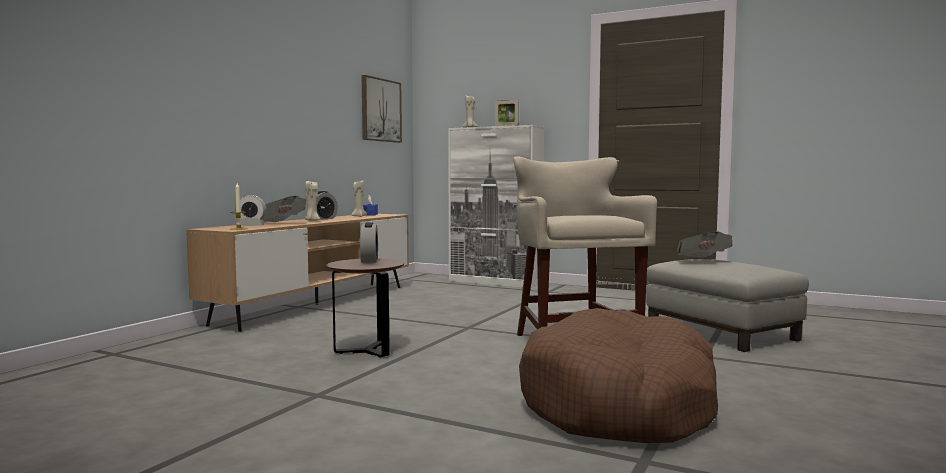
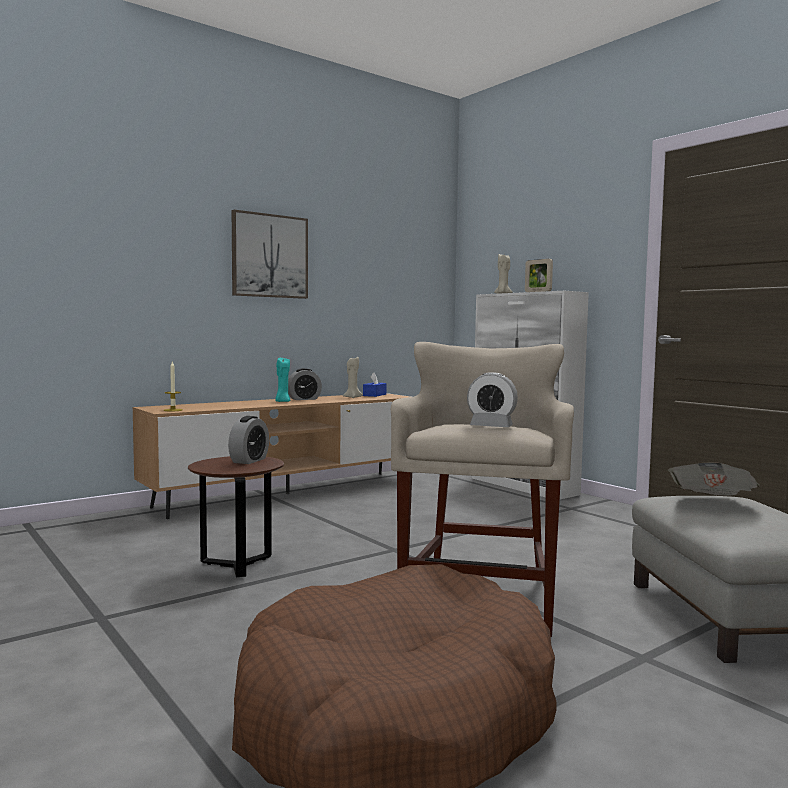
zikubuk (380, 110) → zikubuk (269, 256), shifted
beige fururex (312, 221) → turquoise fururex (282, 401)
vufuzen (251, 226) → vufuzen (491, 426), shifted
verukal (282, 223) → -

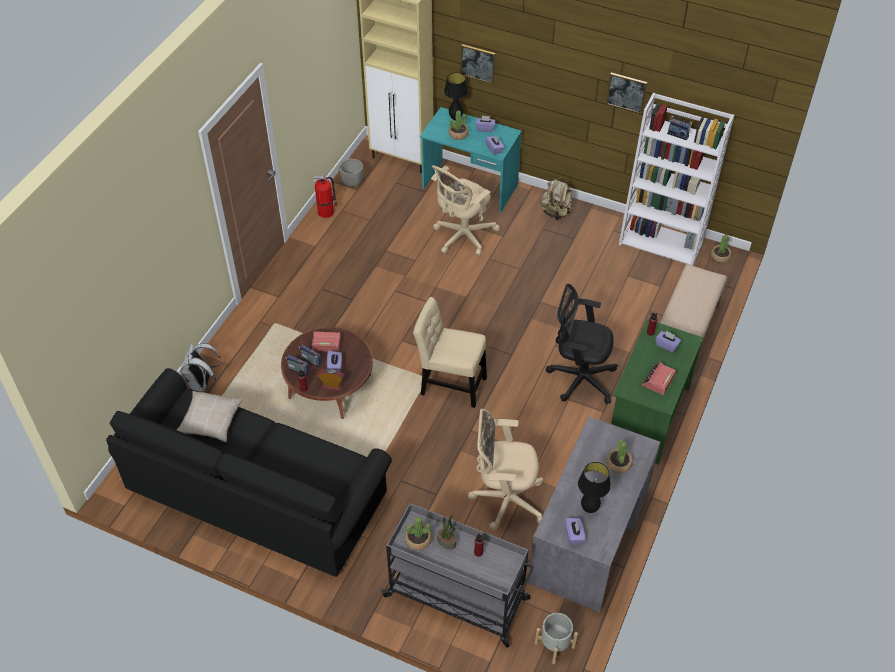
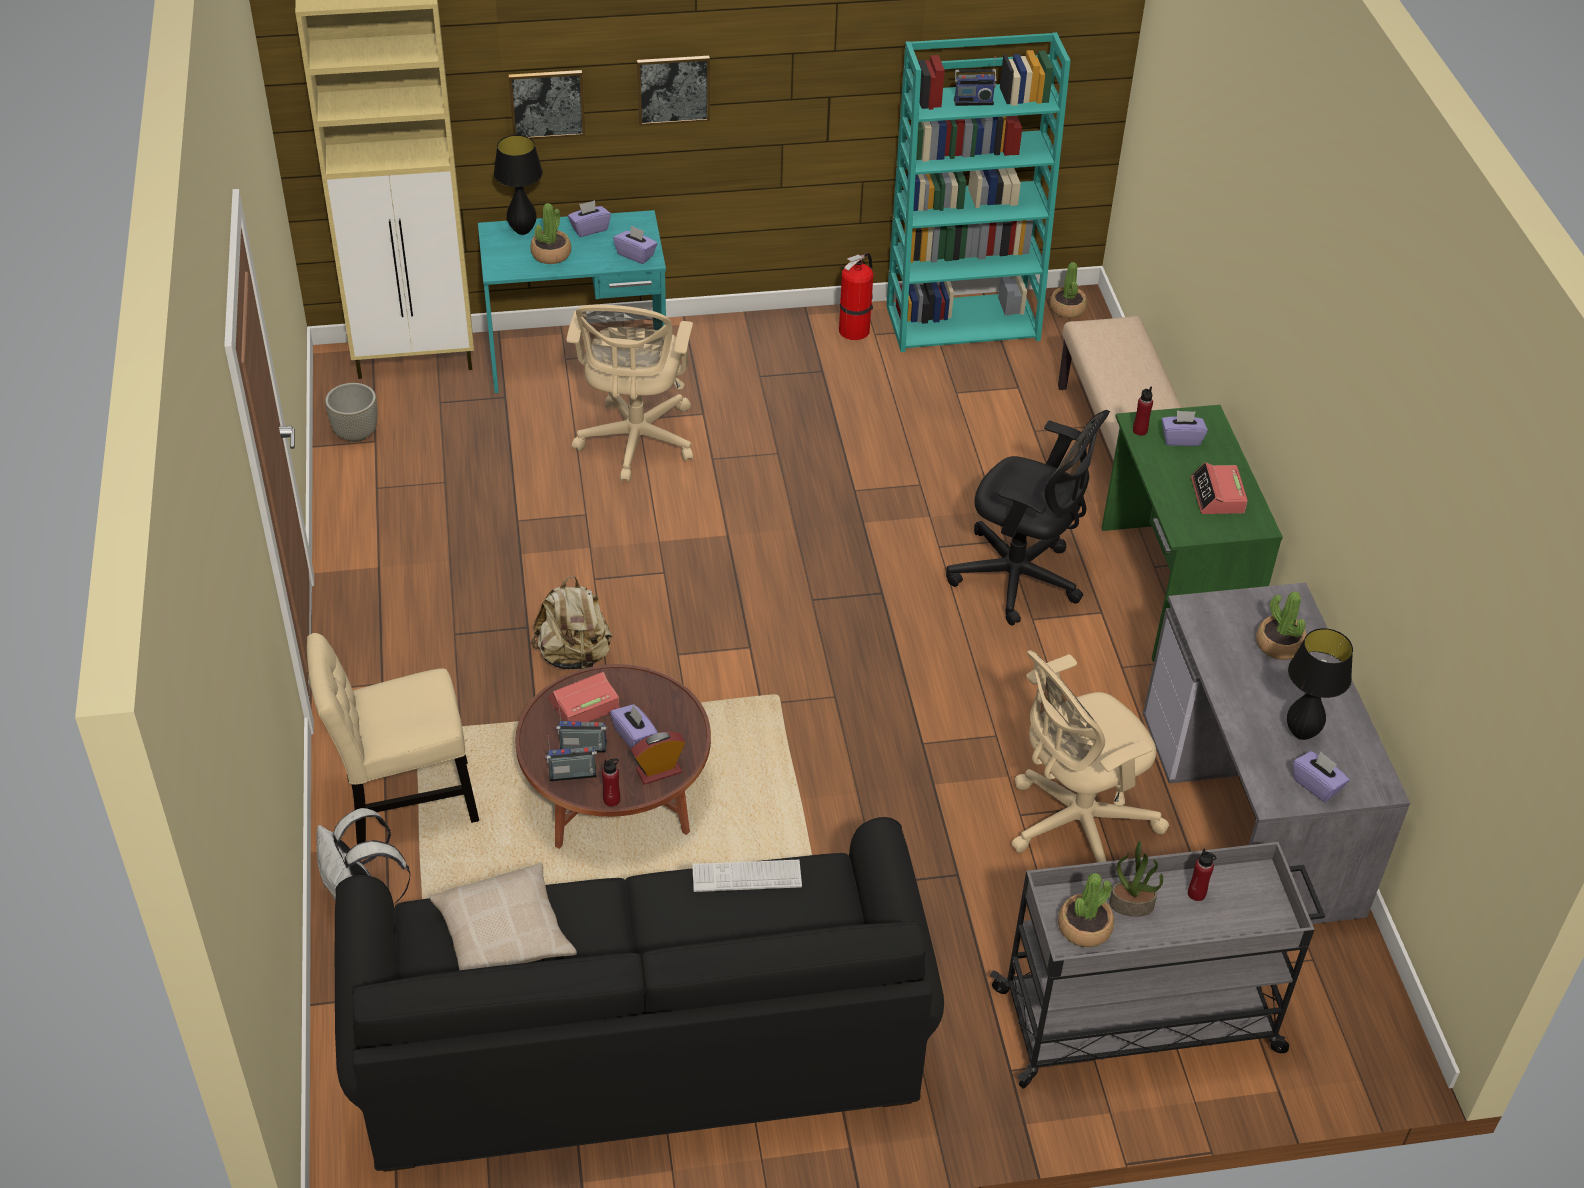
zikubuk (626, 92) → zikubuk (673, 89), shifted
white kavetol (662, 242) → turquoise kavetol (964, 322)
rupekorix (326, 212) → rupekorix (855, 329), shifted
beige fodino (556, 212) → beige fodino (574, 656), shifted
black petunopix (579, 378) → black petunopix (1020, 579), 135 degrees counterclockwise
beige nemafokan (450, 384) → beige nemafokan (404, 802), shifted
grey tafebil (555, 645) → -
- → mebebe (746, 876)

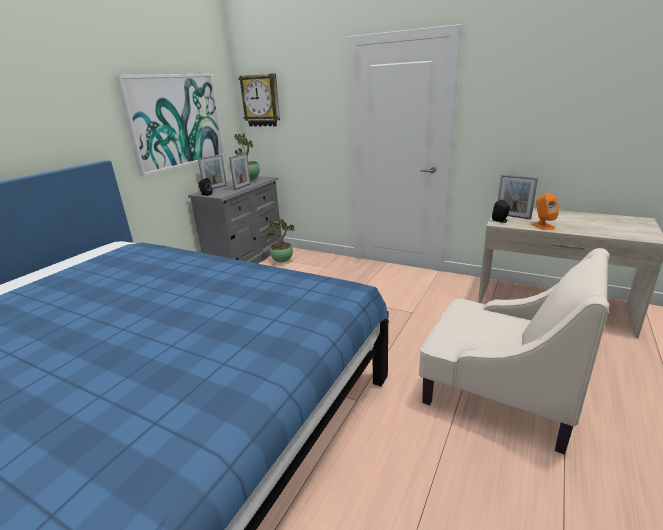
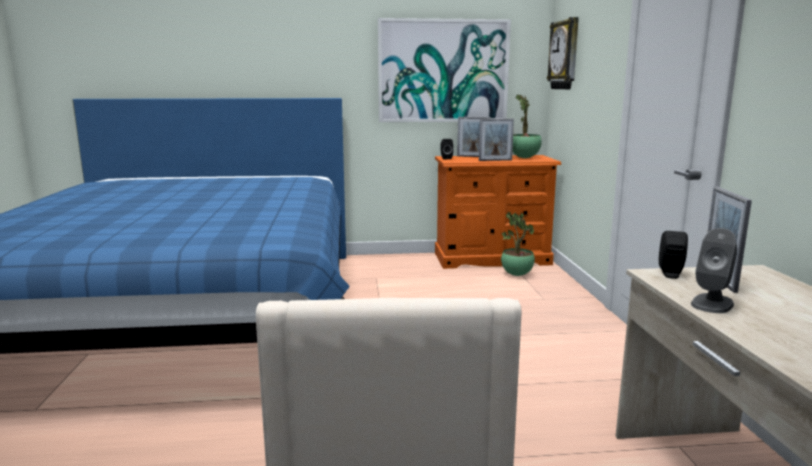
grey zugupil (247, 258) → orange zugupil (492, 259)
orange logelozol (542, 226) → grey logelozol (712, 303)

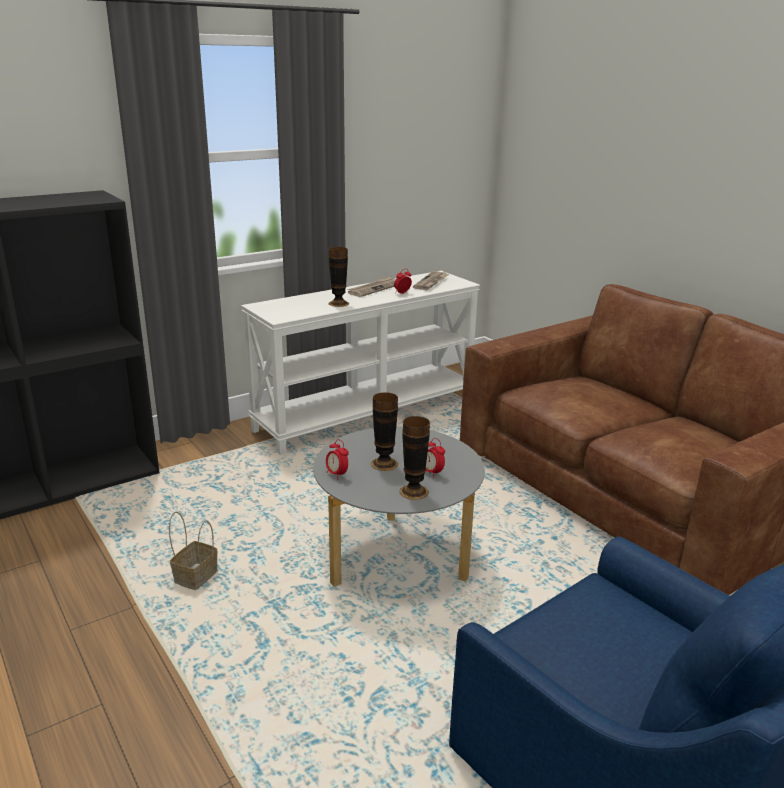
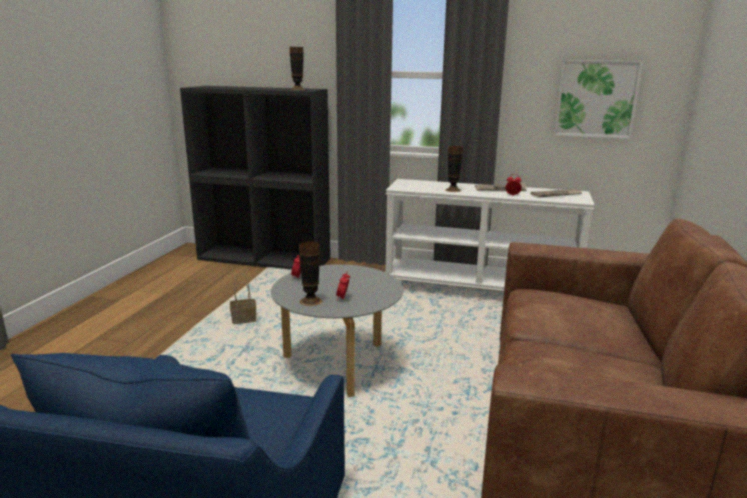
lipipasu (384, 464) → lipipasu (297, 89), shifted
- → zikubuk (596, 99)

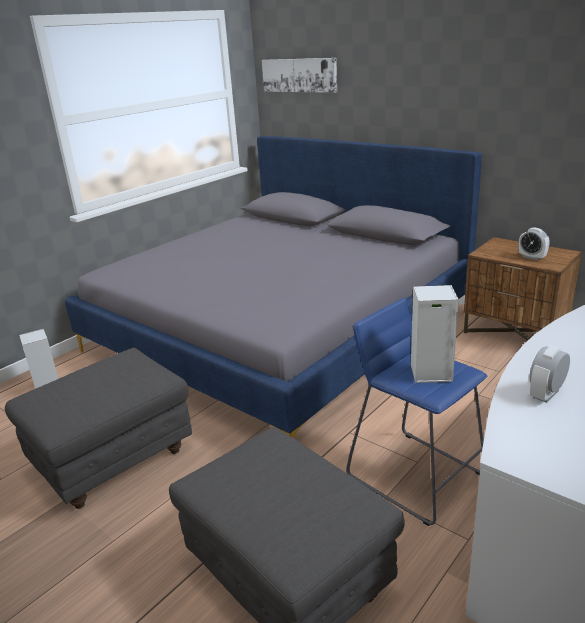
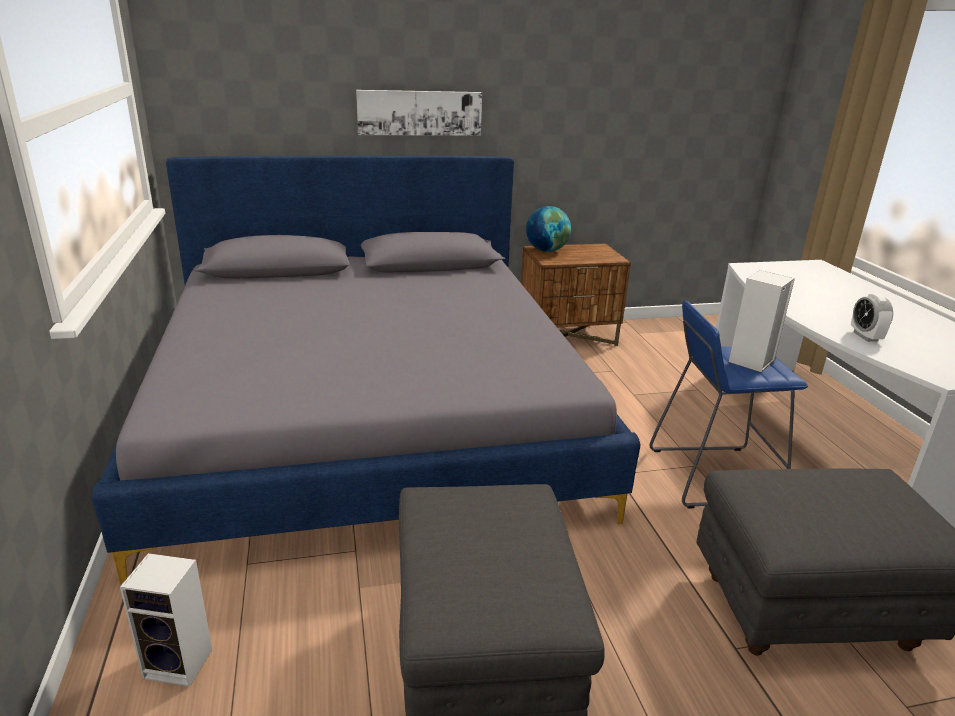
zikubuk (299, 75) → zikubuk (419, 113), shifted
vufuzen (532, 257) → -
- → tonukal (546, 250)

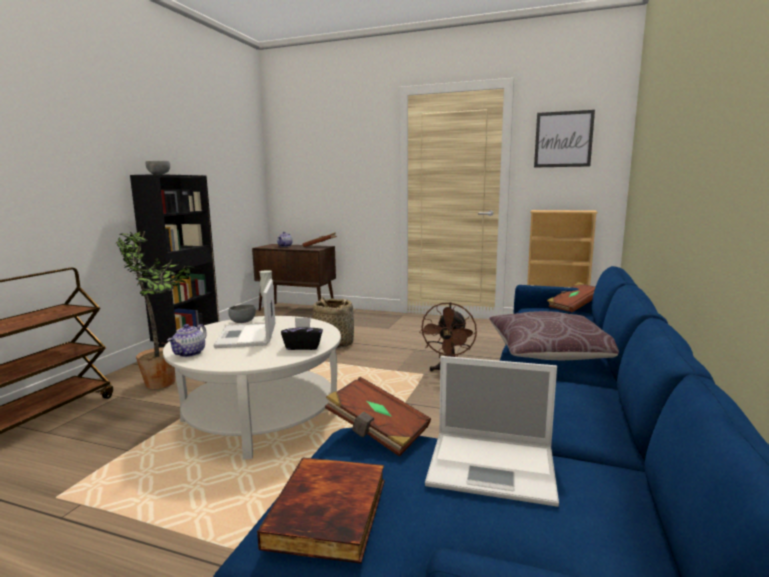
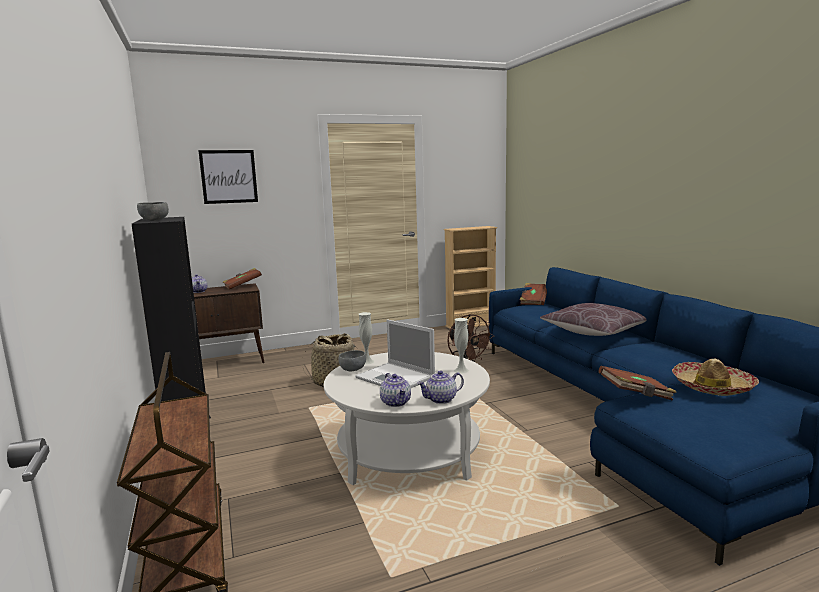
zikubuk (563, 139) → zikubuk (229, 176), shifted
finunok (163, 384) → -
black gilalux (303, 346) → white lipipasu (461, 370)
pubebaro (494, 467) → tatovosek (712, 387)
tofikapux (330, 513) → -
- → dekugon (441, 399)

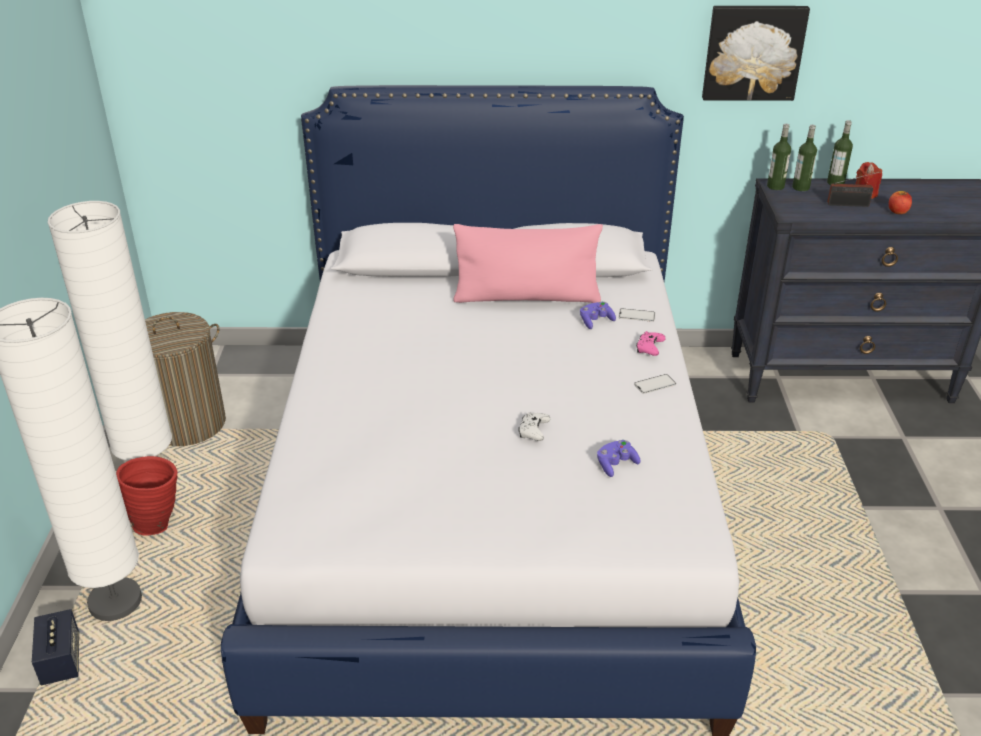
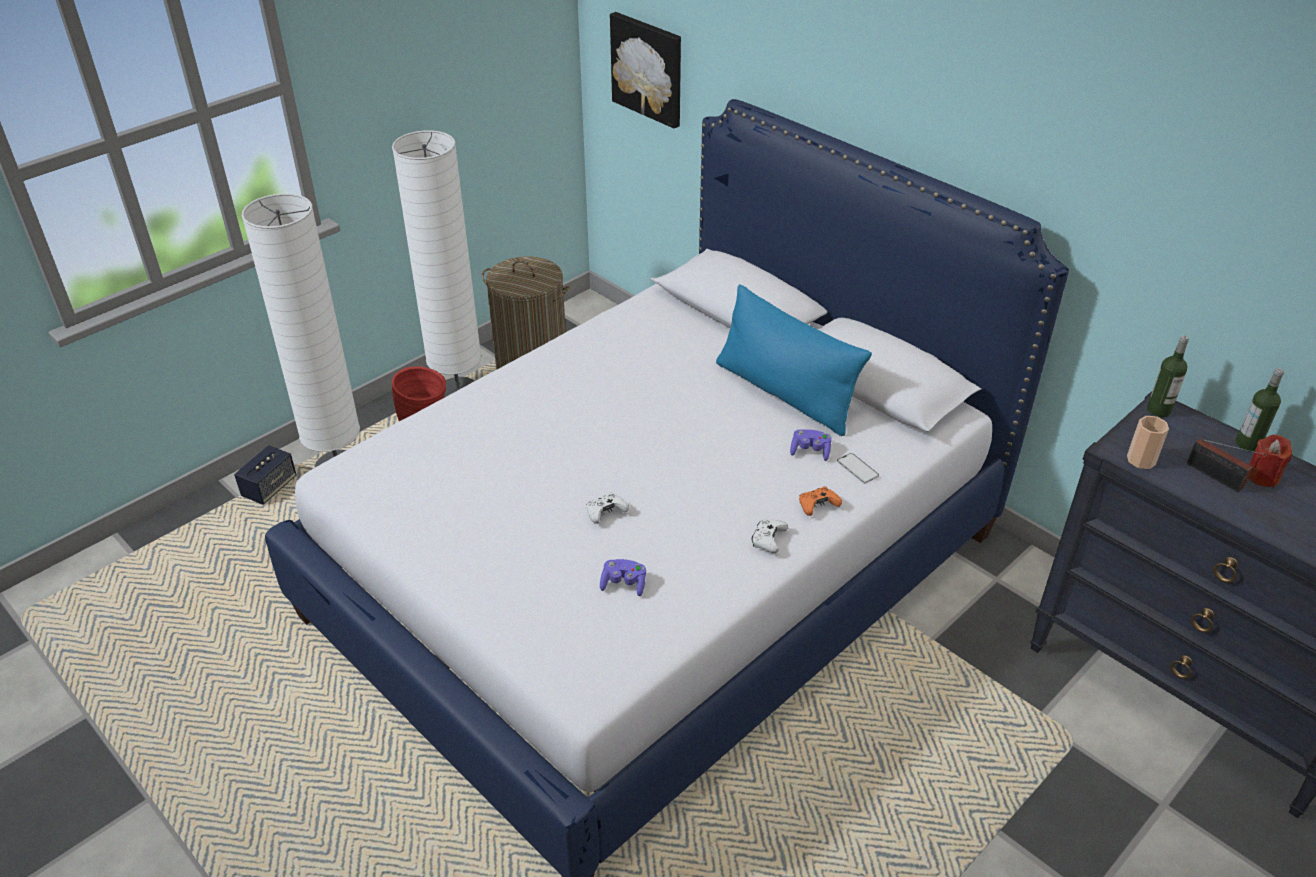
zikubuk (753, 52) → zikubuk (648, 68), shifted
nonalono (800, 187) → -
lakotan (897, 211) → -
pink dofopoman (526, 297) → blue dofopoman (785, 393)
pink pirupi (649, 348) → orange pirupi (817, 506)
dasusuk (655, 384) → white pirupi (768, 540)
- → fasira (1141, 460)

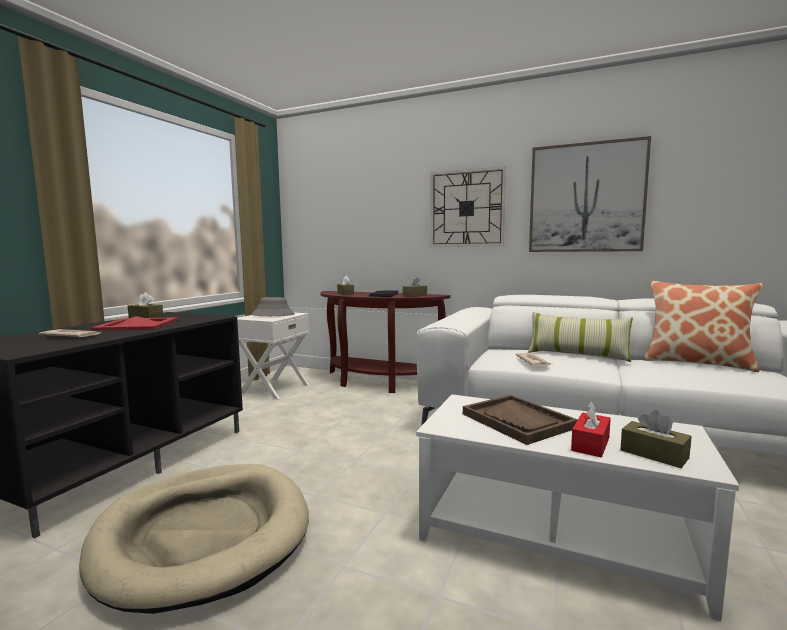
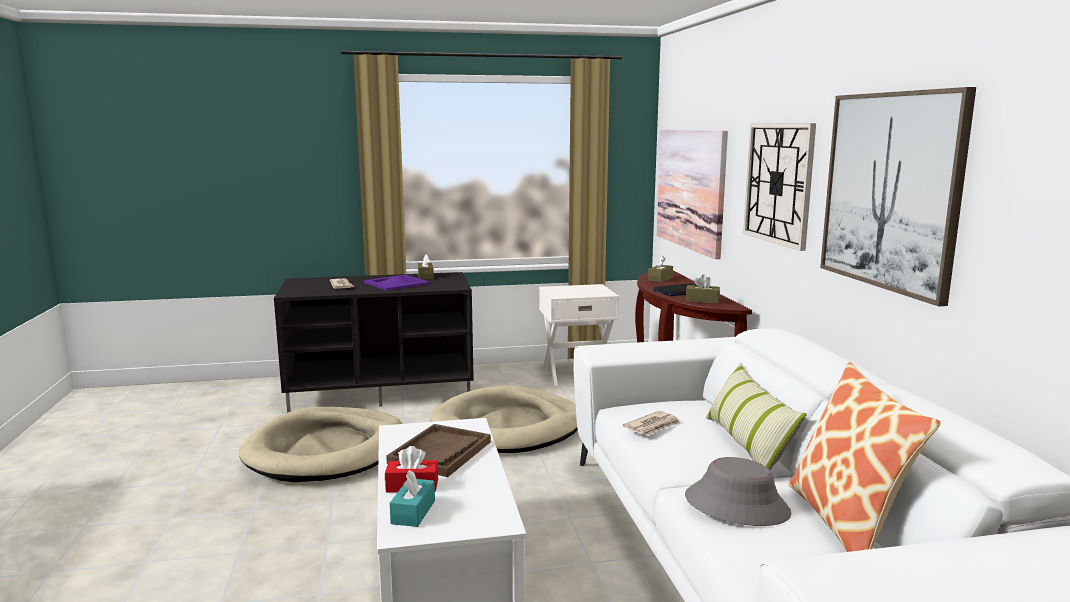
grey tatovosek (273, 315) → grey tatovosek (737, 505), shifted
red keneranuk (137, 325) → purple keneranuk (396, 283)
brown gilalux (654, 454) → turquoise gilalux (413, 512)
- → zikubuk (690, 189)
- → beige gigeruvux (508, 427)

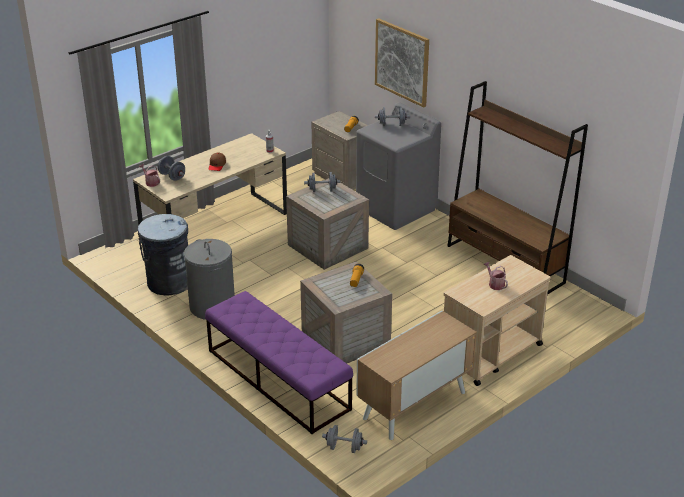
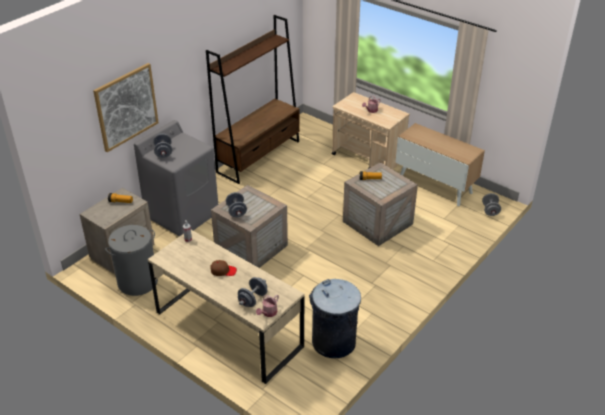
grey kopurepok (212, 306) → grey kopurepok (137, 282), shifted
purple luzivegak (277, 379) → -

